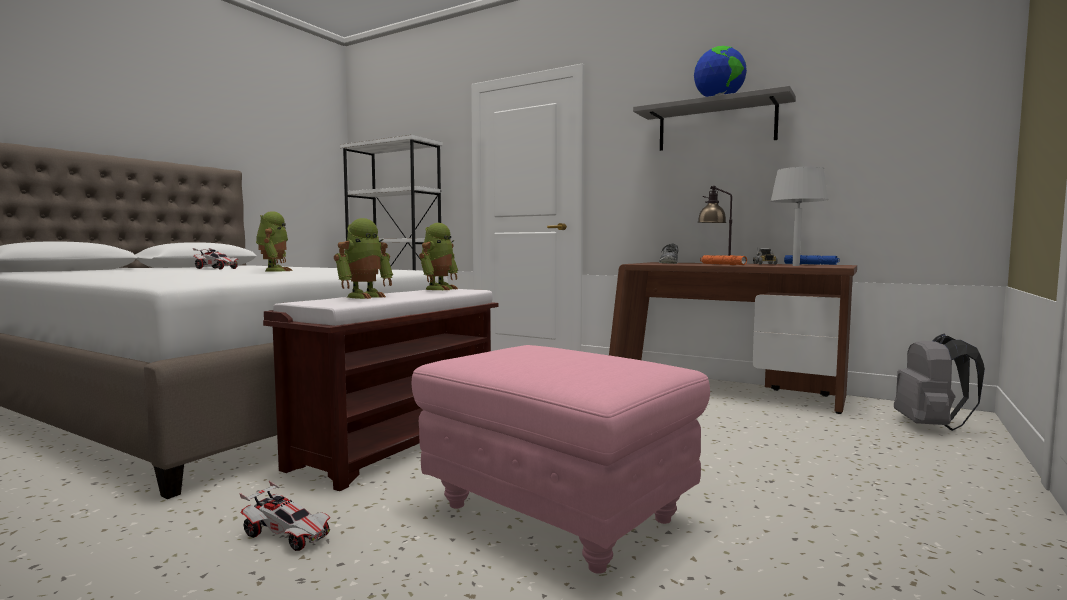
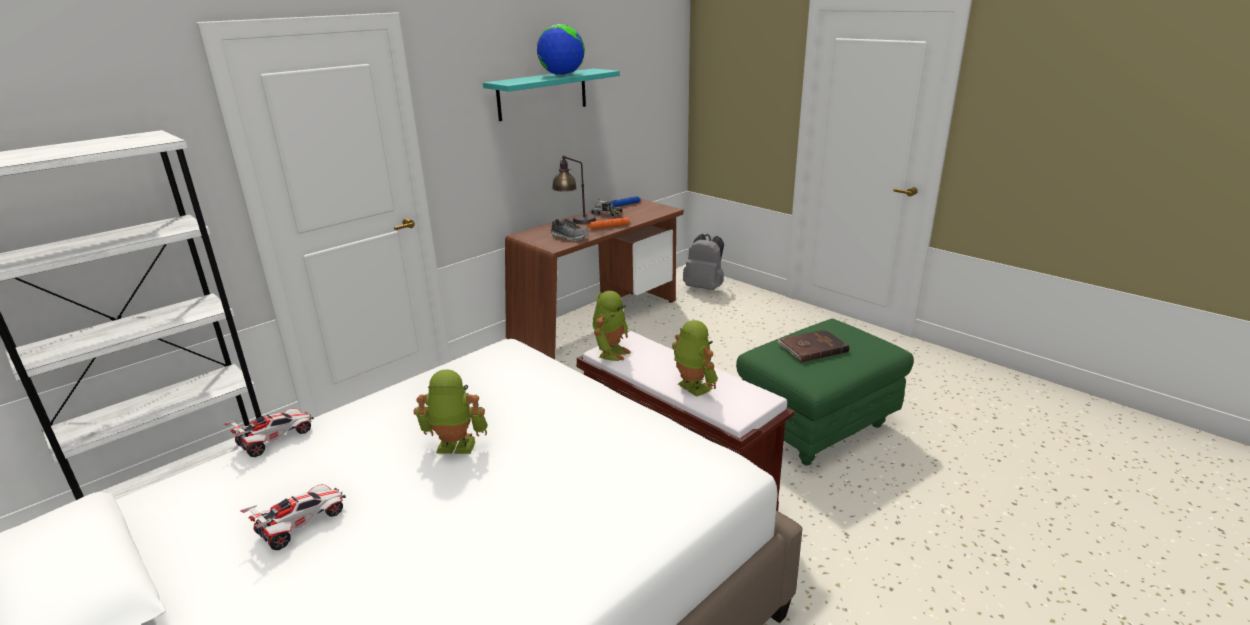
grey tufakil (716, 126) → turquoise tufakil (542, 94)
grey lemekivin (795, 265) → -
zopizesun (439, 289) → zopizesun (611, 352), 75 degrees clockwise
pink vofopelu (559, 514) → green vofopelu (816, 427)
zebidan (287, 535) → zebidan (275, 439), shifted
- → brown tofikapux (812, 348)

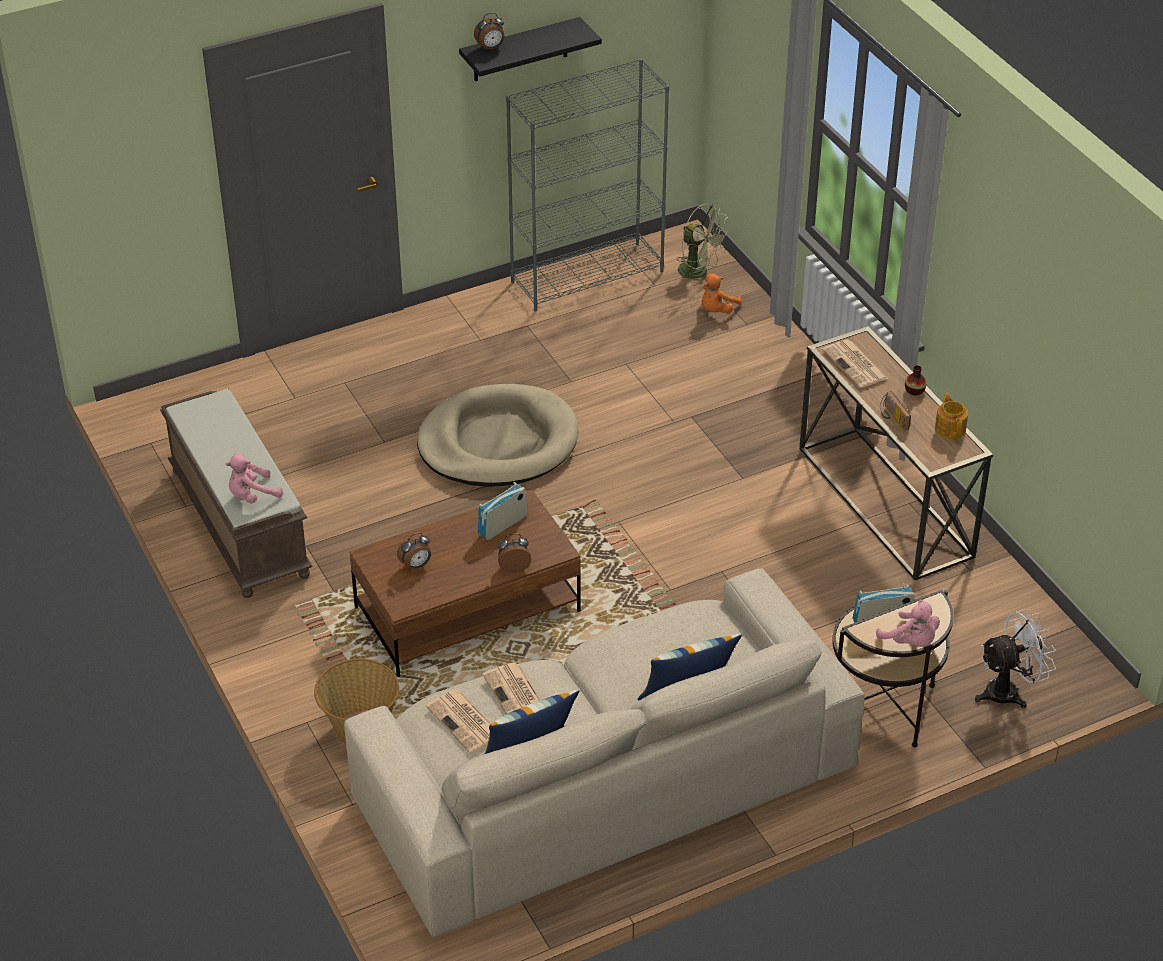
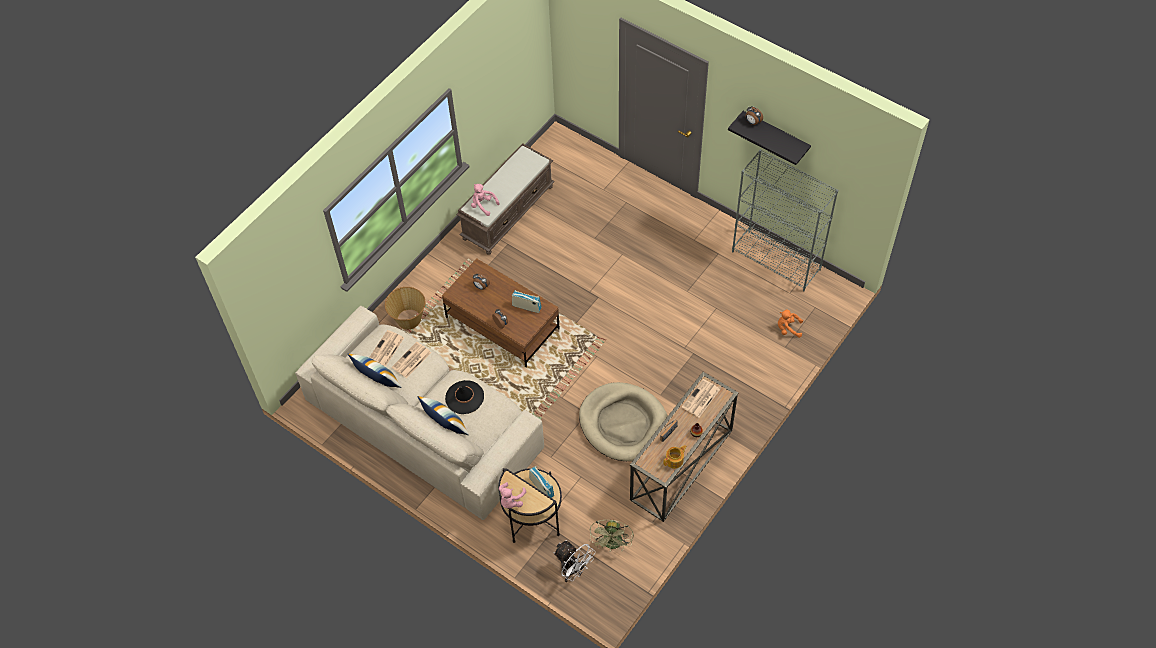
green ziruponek (699, 272) → green ziruponek (612, 544), shifted
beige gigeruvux (498, 442) → beige gigeruvux (623, 424), shifted
- → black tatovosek (464, 397)

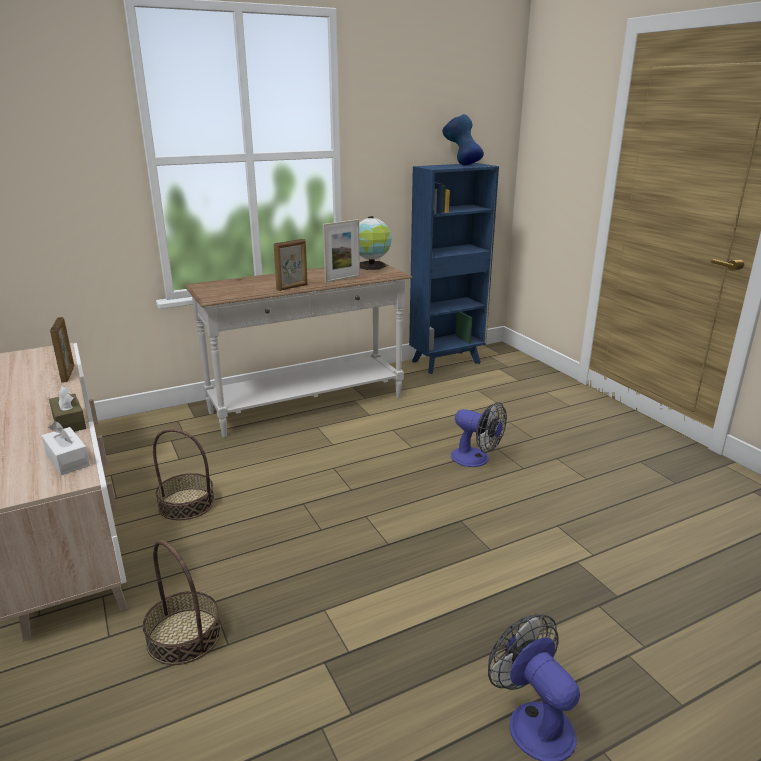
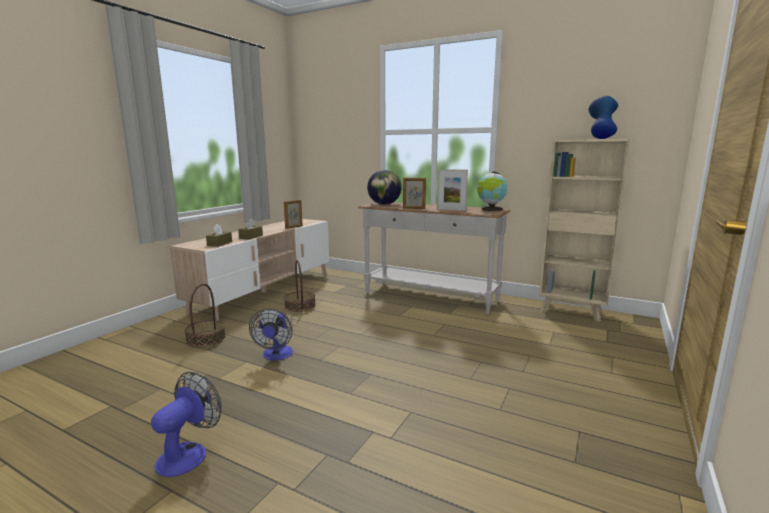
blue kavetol (447, 362) → beige kavetol (572, 311)
ziruponek (476, 459) → ziruponek (276, 356), shifted
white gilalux (67, 460) → brown gilalux (219, 243)
- → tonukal (384, 204)

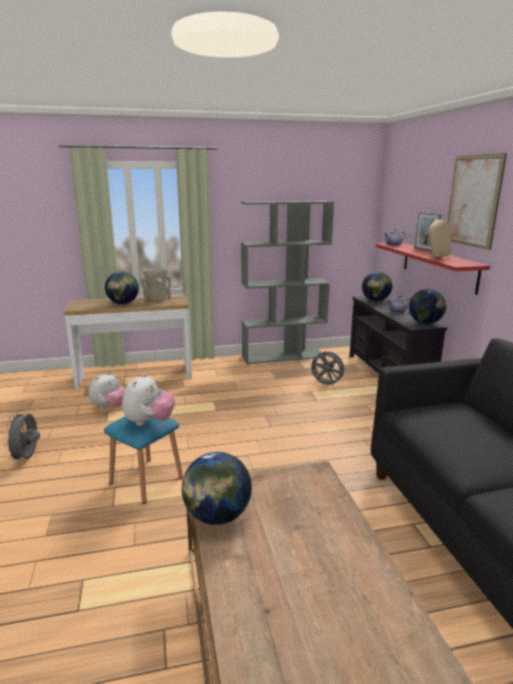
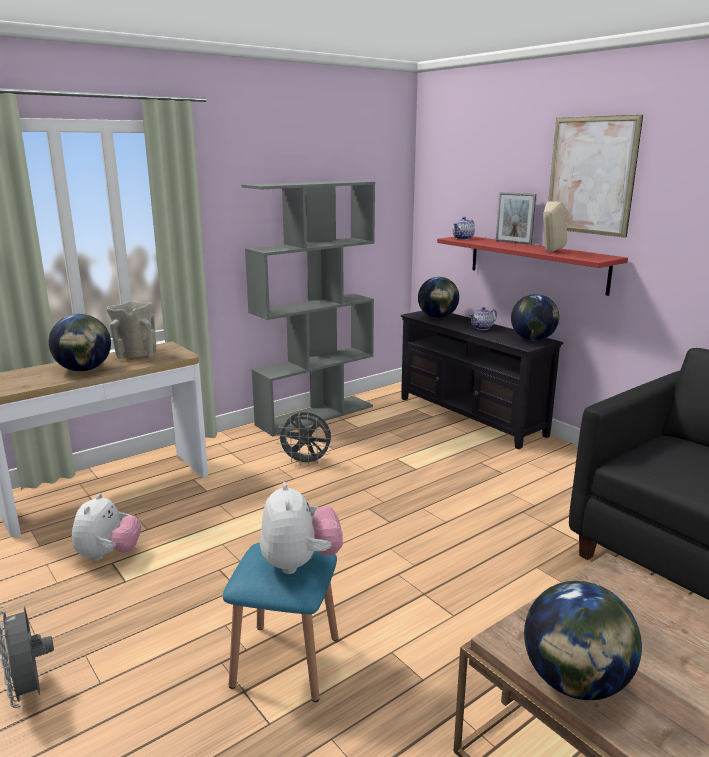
grey ziruponek (326, 384) → grey ziruponek (306, 462), shifted

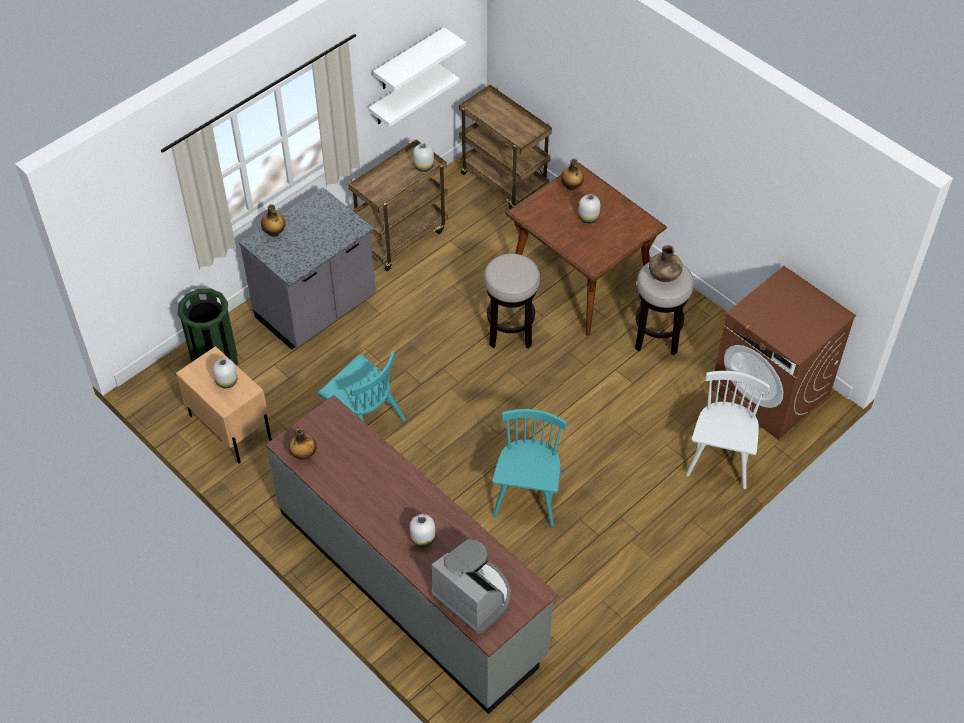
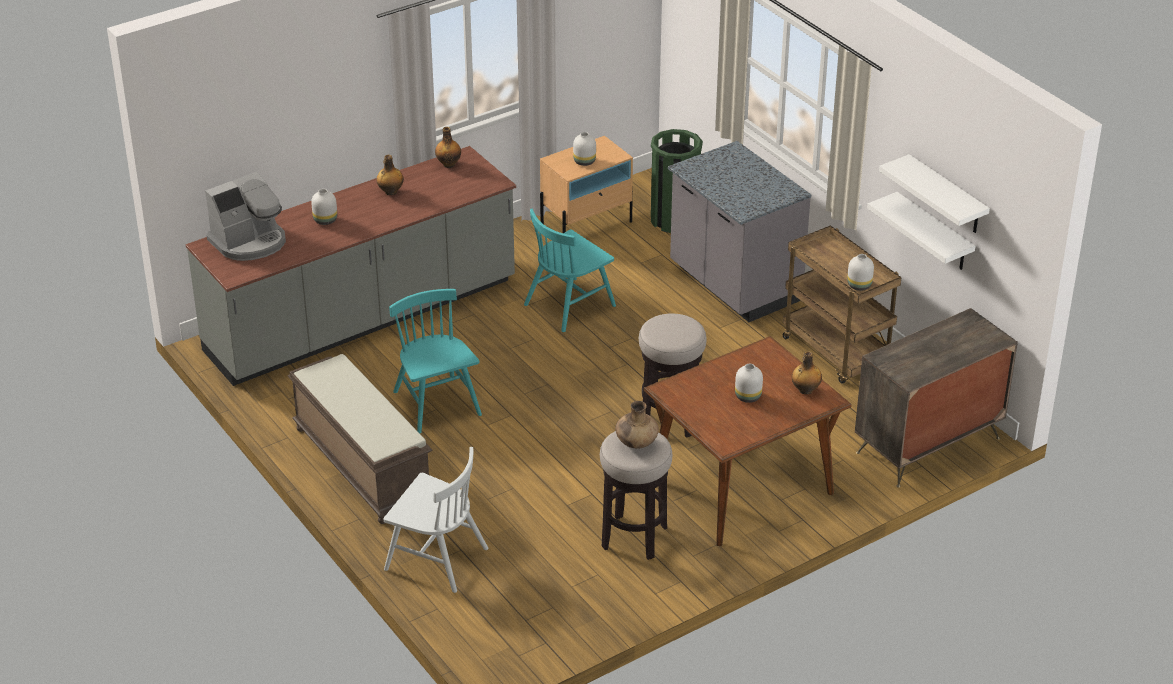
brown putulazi (505, 182) → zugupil (926, 445)
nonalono (274, 233) → nonalono (390, 192), shifted
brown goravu (771, 391) → -
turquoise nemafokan (528, 495) → turquoise nemafokan (437, 404), 135 degrees counterclockwise
- → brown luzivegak (361, 465)

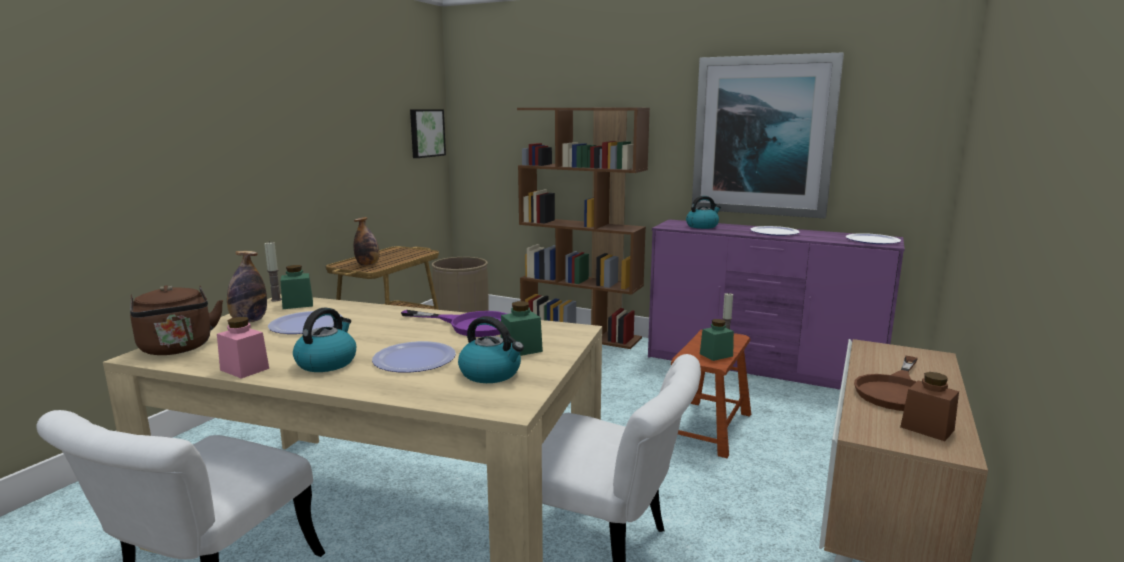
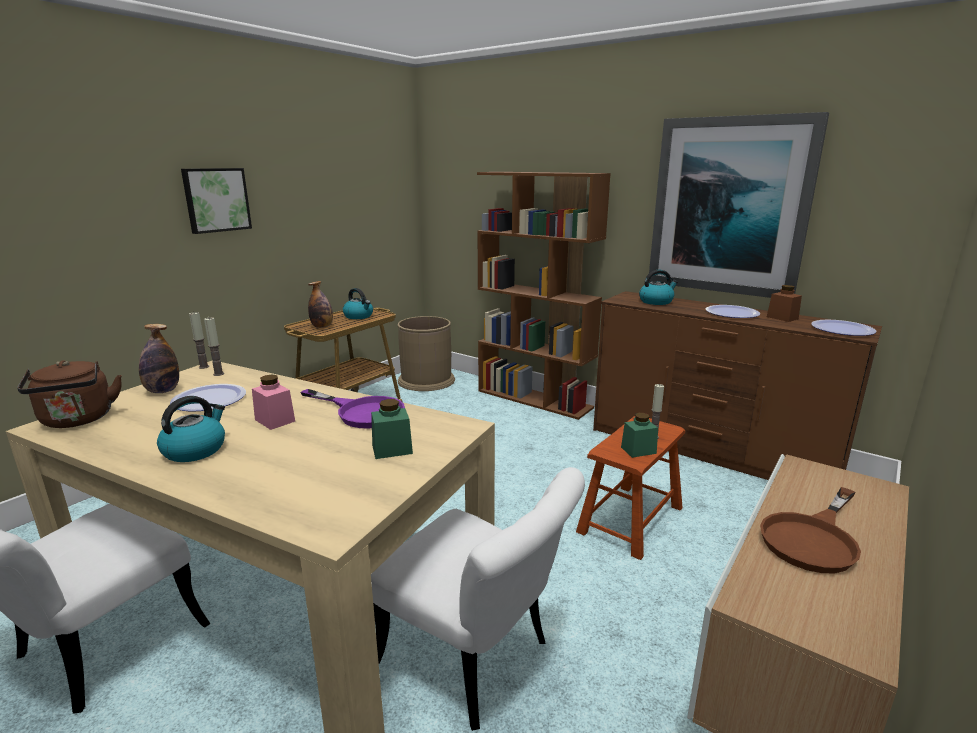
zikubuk (426, 133) → zikubuk (216, 200), shifted
purple zugupil (761, 367) → brown zugupil (710, 451)
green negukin (298, 304) → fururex (218, 374)
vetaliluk (491, 373) → vetaliluk (359, 316), shifted
pink negukin (244, 369) → pink negukin (275, 420), shifted
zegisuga (414, 359) → -
brown negukin (927, 428) → brown negukin (782, 318), shifted

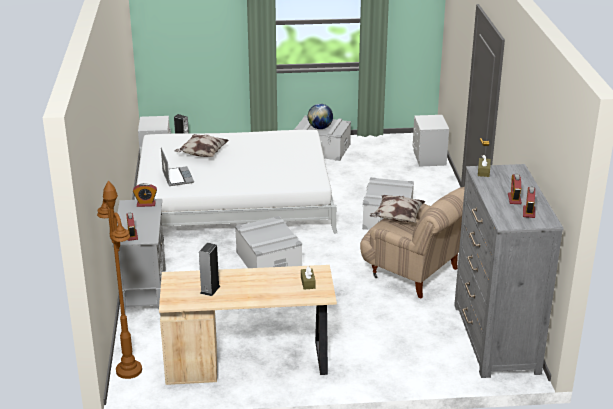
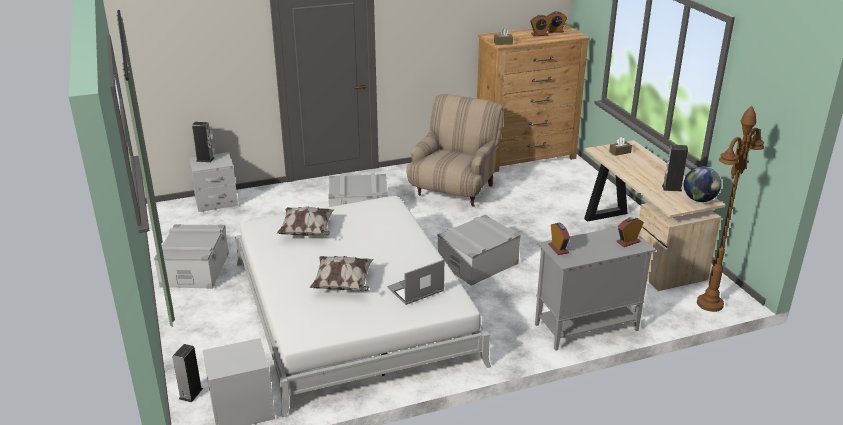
tonukal (320, 128) → tonukal (699, 200), shifted
grey zugupil (495, 338) → brown zugupil (525, 156)
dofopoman (397, 218) → dofopoman (307, 232), shifted
- → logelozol (205, 159)

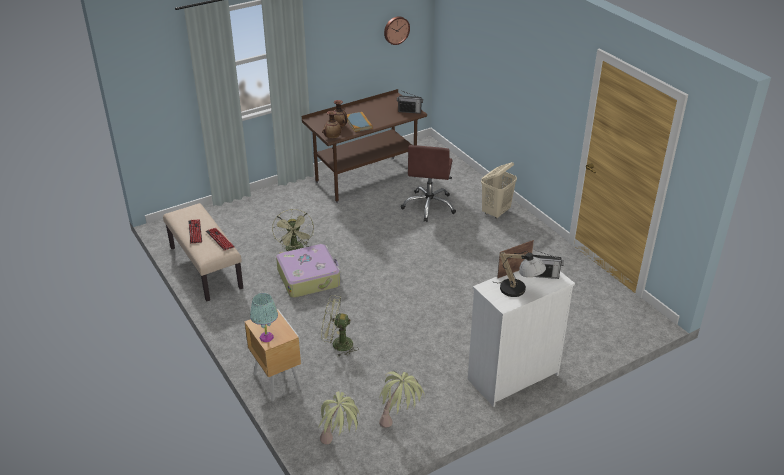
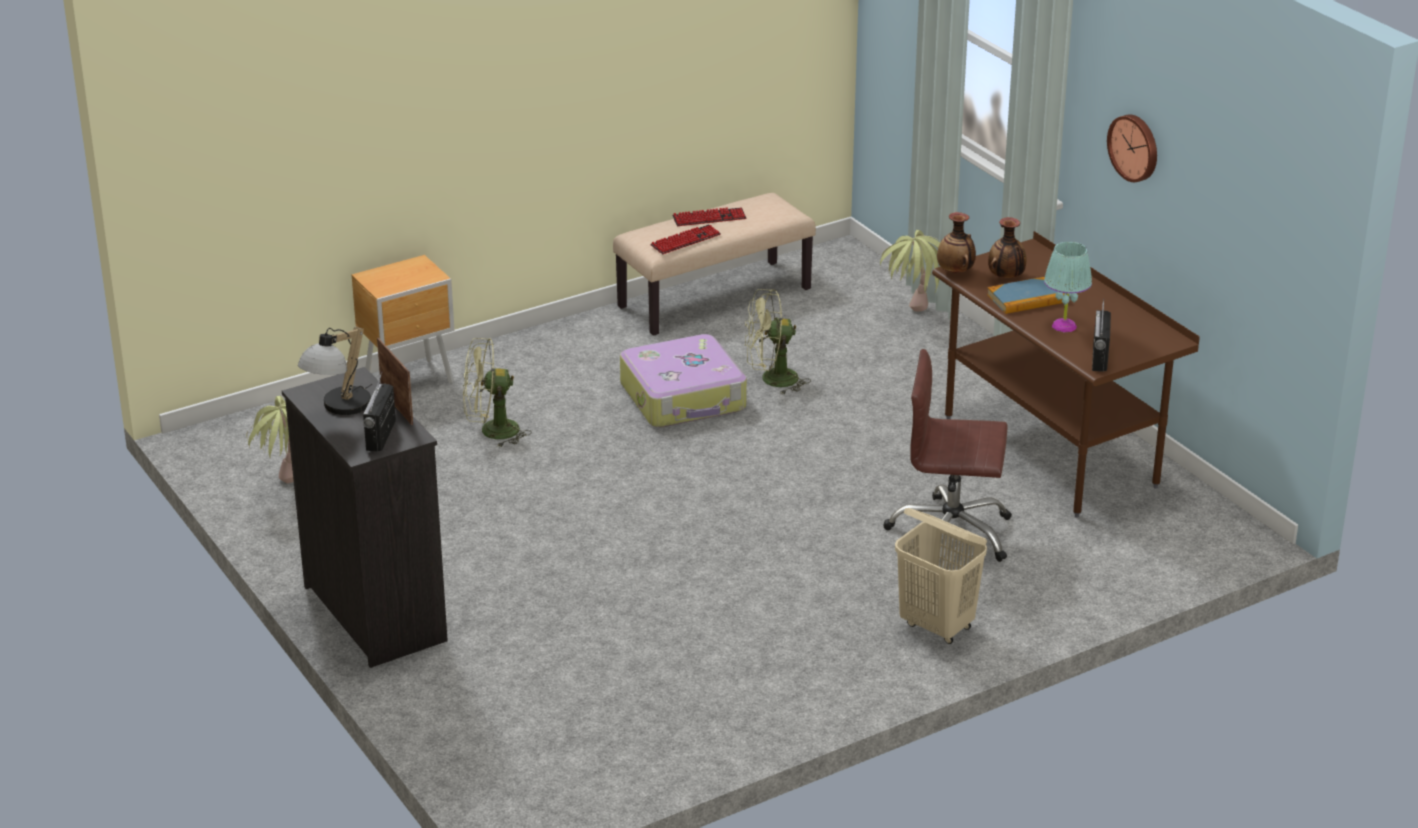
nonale (396, 30) → nonale (1135, 147), shifted
white zugupil (512, 377) → black zugupil (375, 612)
turquoise lemekivin (266, 337) → turquoise lemekivin (1064, 326), shifted
green ziruponek (337, 344) → green ziruponek (491, 432), 105 degrees counterclockwise
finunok (340, 445) → finunok (912, 319), shifted

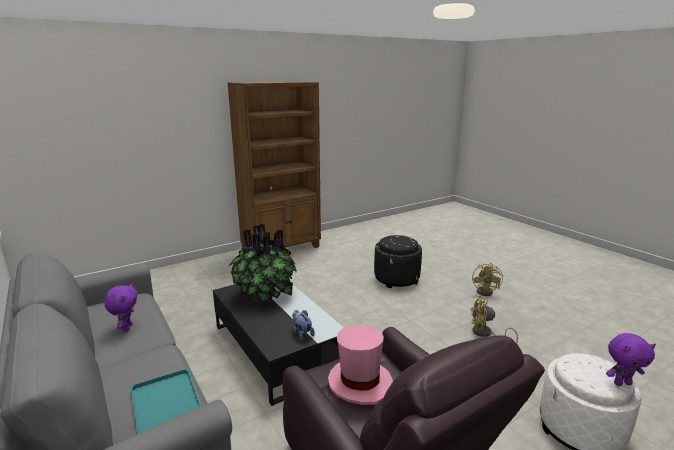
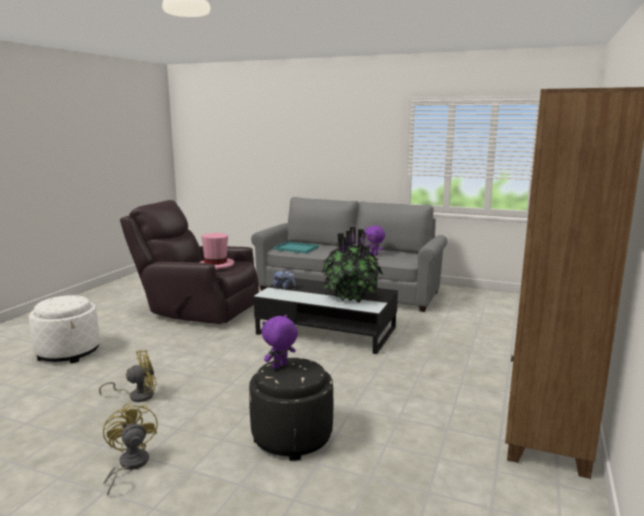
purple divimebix (622, 383) → purple divimebix (280, 366), shifted

